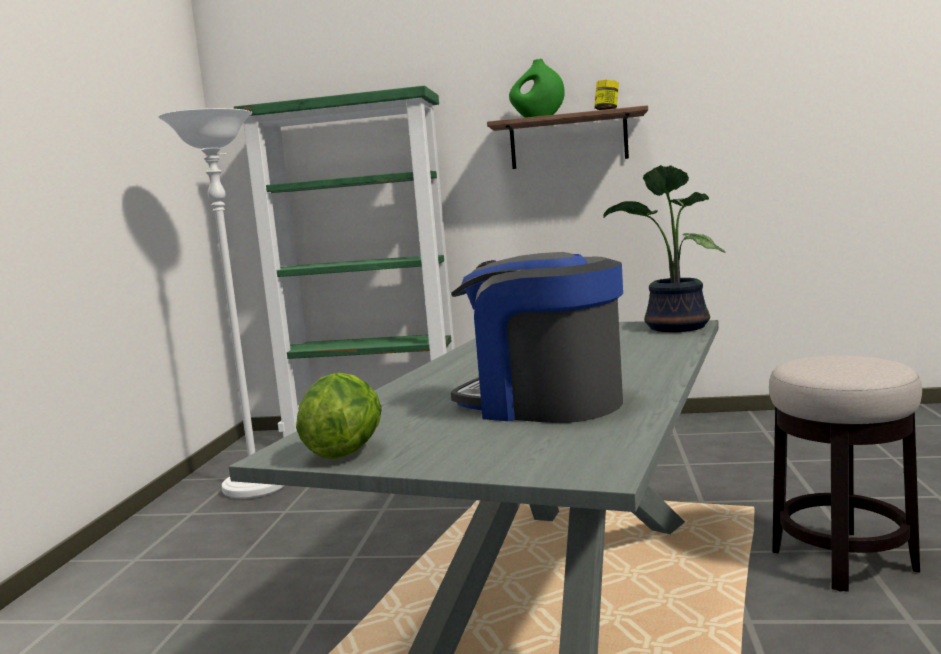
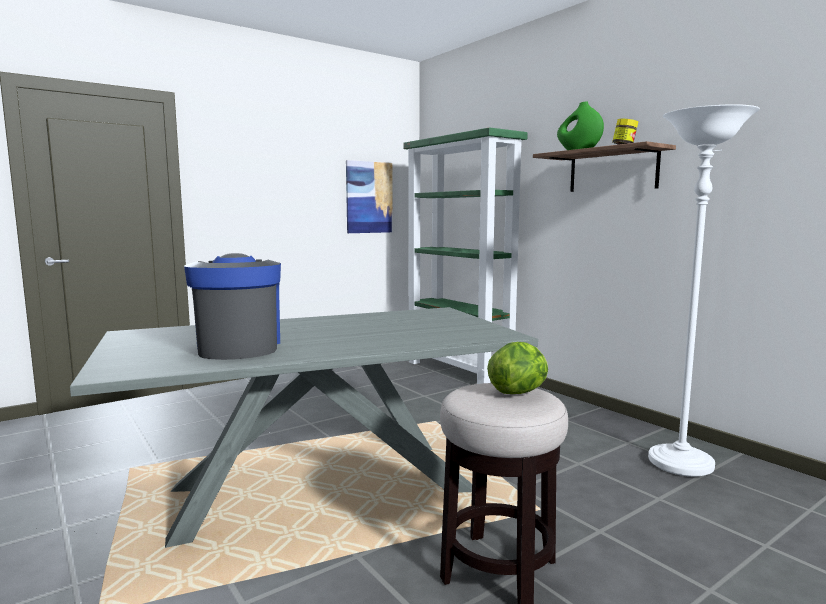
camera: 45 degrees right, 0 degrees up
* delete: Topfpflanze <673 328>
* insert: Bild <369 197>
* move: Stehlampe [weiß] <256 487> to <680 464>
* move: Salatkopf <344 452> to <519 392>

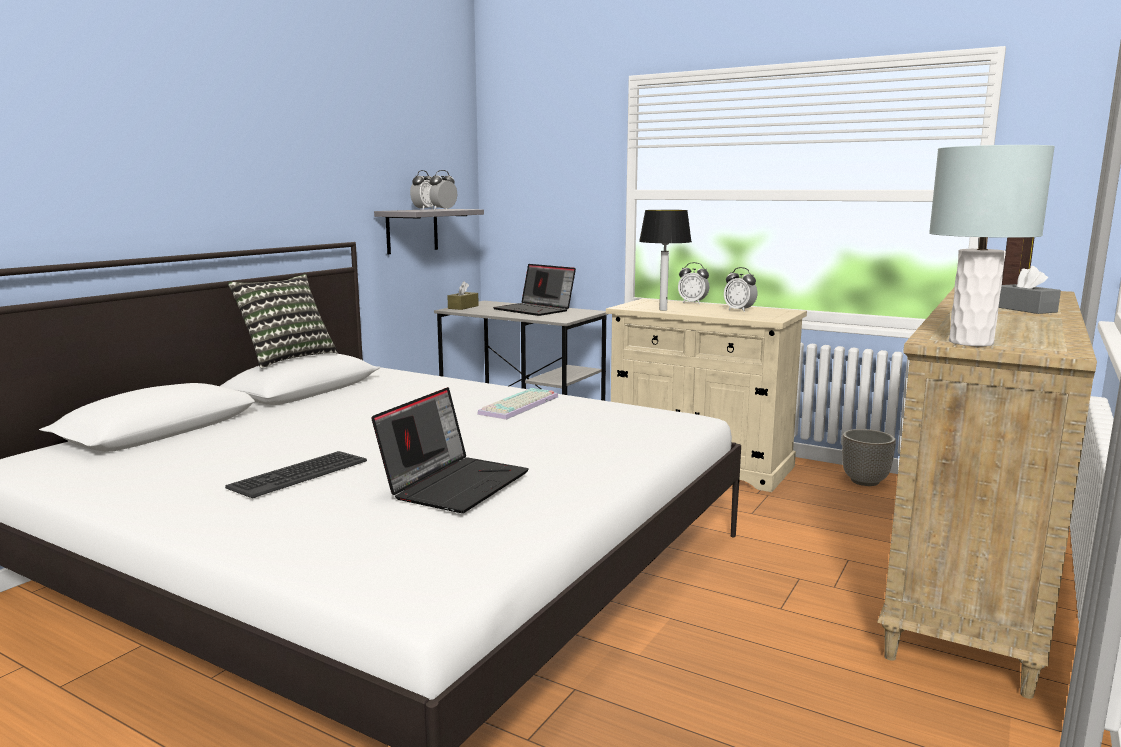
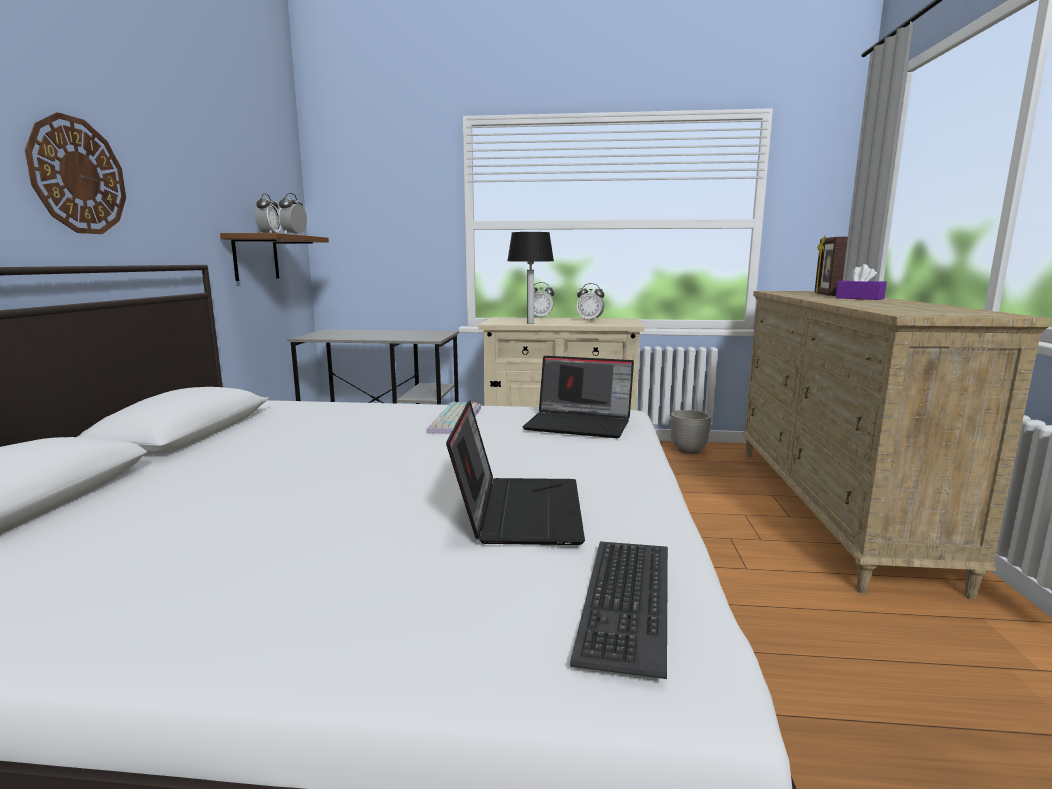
camera: 25 degrees left, 0 degrees up
* delete: Kissen <286 358>
* delete: Taschentuchbox [braun] <463 307>
* delete: Tischlampe [grau] <970 342>
* insert: Wanduhr <78 176>
* move: Tastatur <298 474> to <624 600>
* move: Laptop <535 310> to <580 424>
* recolor: Wandregal [grau] <412 230> to Wandregal [braun] <256 257>
* recolor: Taschentuchbox [grau] <1025 309> to Taschentuchbox [lila] <859 298>

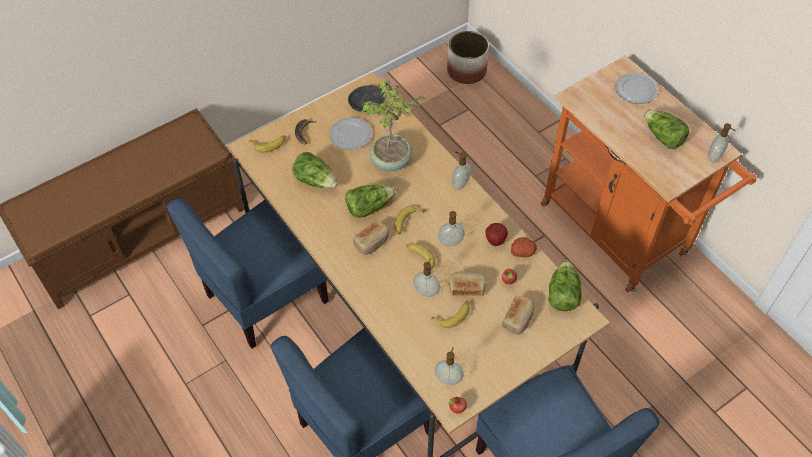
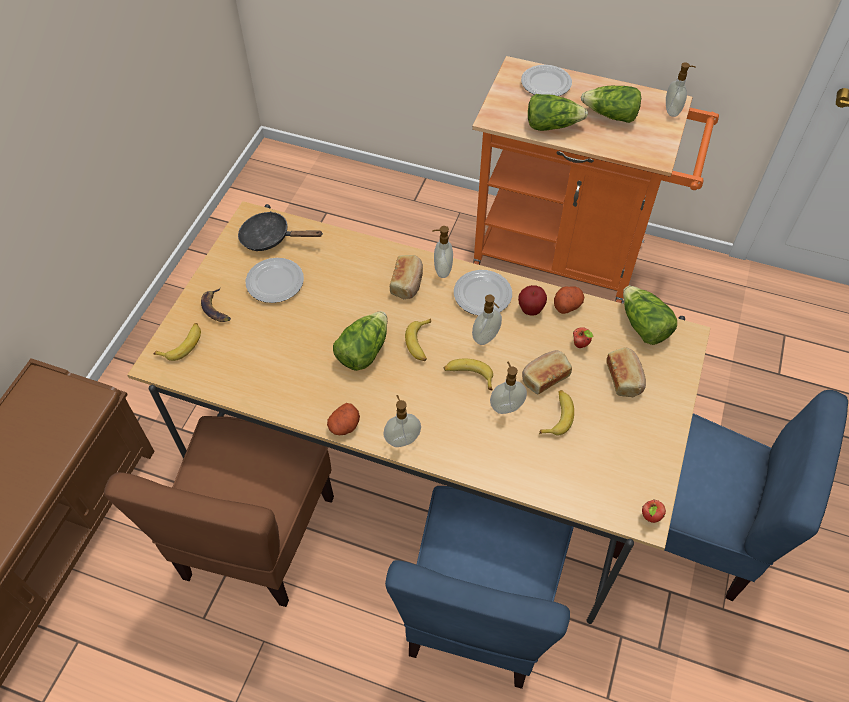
camera: 35 degrees left, 0 degrees up
* delete: Topfpflanze <392 161>
* delete: Pflanzkübel <467 71>
* insert: Kartoffel <344 426>
* insert: Teller <482 294>
* move: Salatkopf <315 180> to <551 125>
* move: Brot <372 242> to <407 283>
* move: Seifenspender <448 378> to <402 439>
* recolor: Stuhl [blau] <265 297> to Stuhl [braun] <257 537>

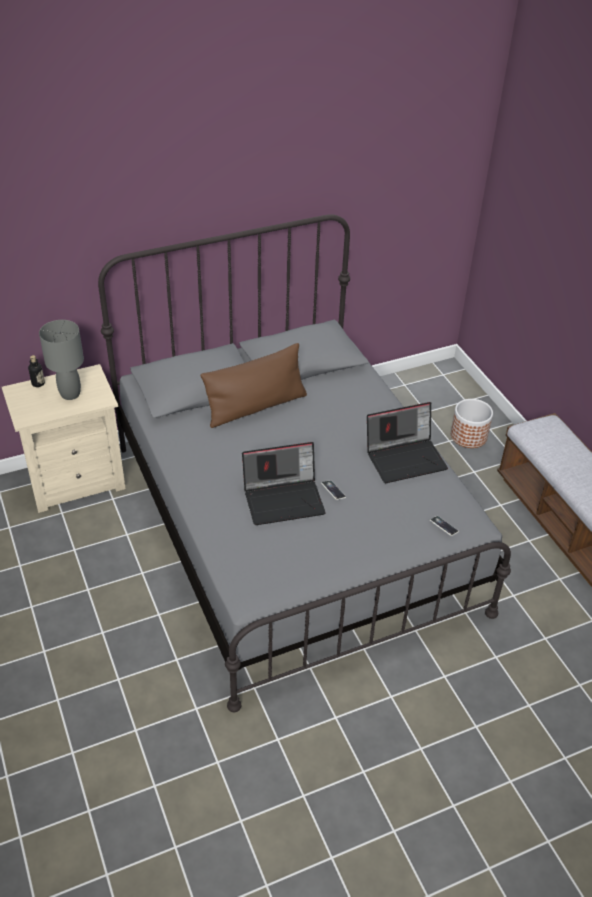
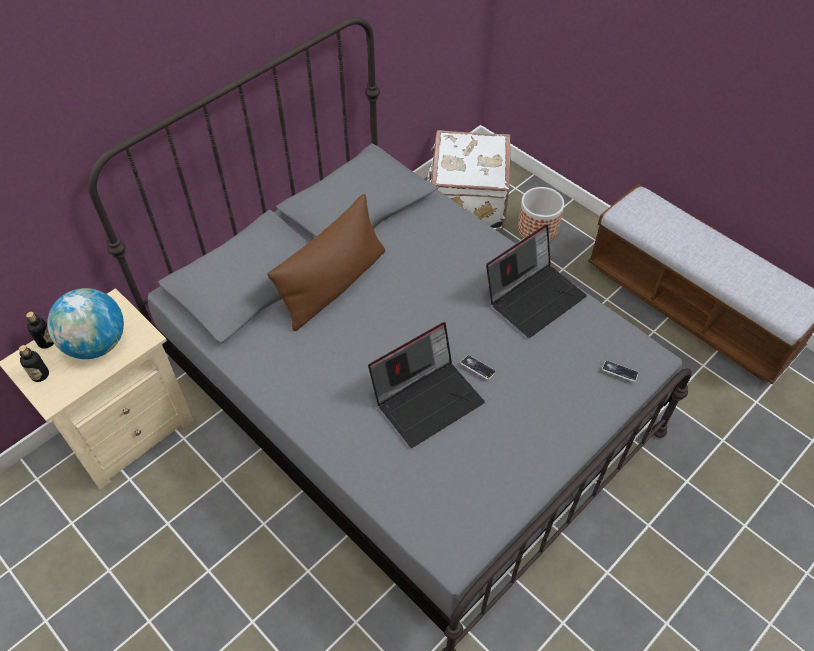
camera: 20 degrees left, 10 degrees up
* insert: Flasche <40 375>
* insert: Koffer [weiß] <466 202>
* replace: Tischlampe [grau] <70 394> to Globus <96 344>

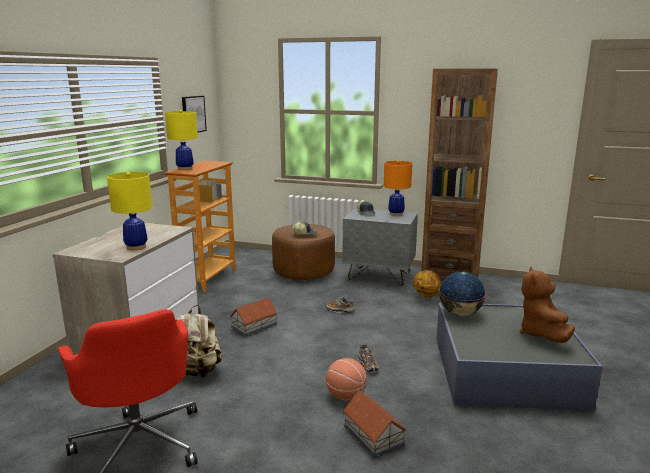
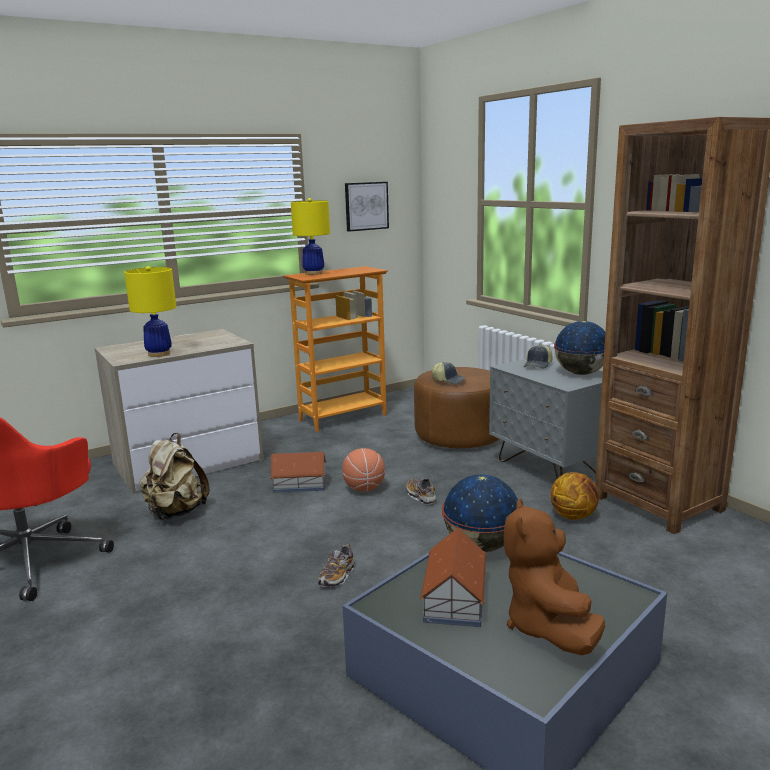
camera: 40 degrees right, 0 degrees up
* move: Basketball <346 396> to <364 489>
* move: Spielzeughaus <373 436> to <454 599>
* replace: Tischlampe [orange] <396 214> to Globus <580 373>
* rotate: Plüschtier [braun] <541 334> = <548 626> 45 degrees counterclockwise

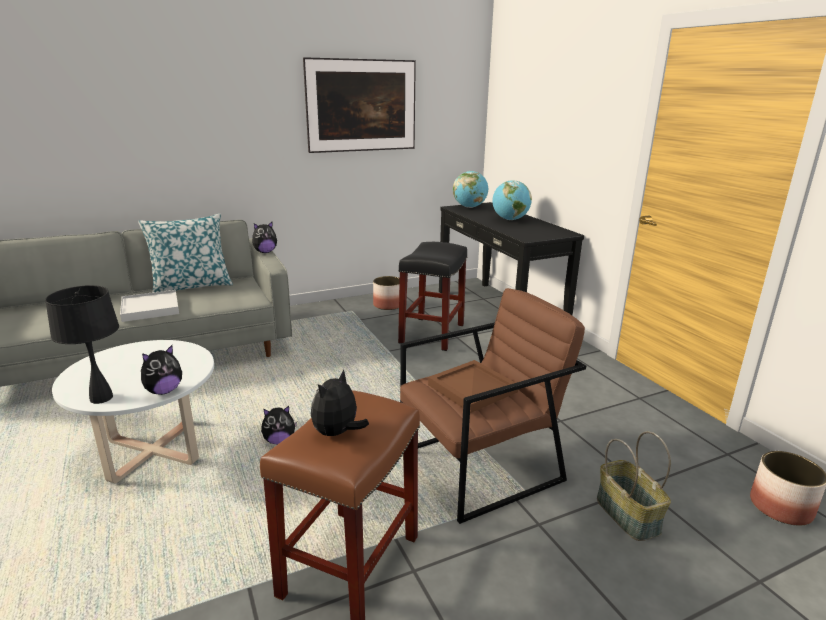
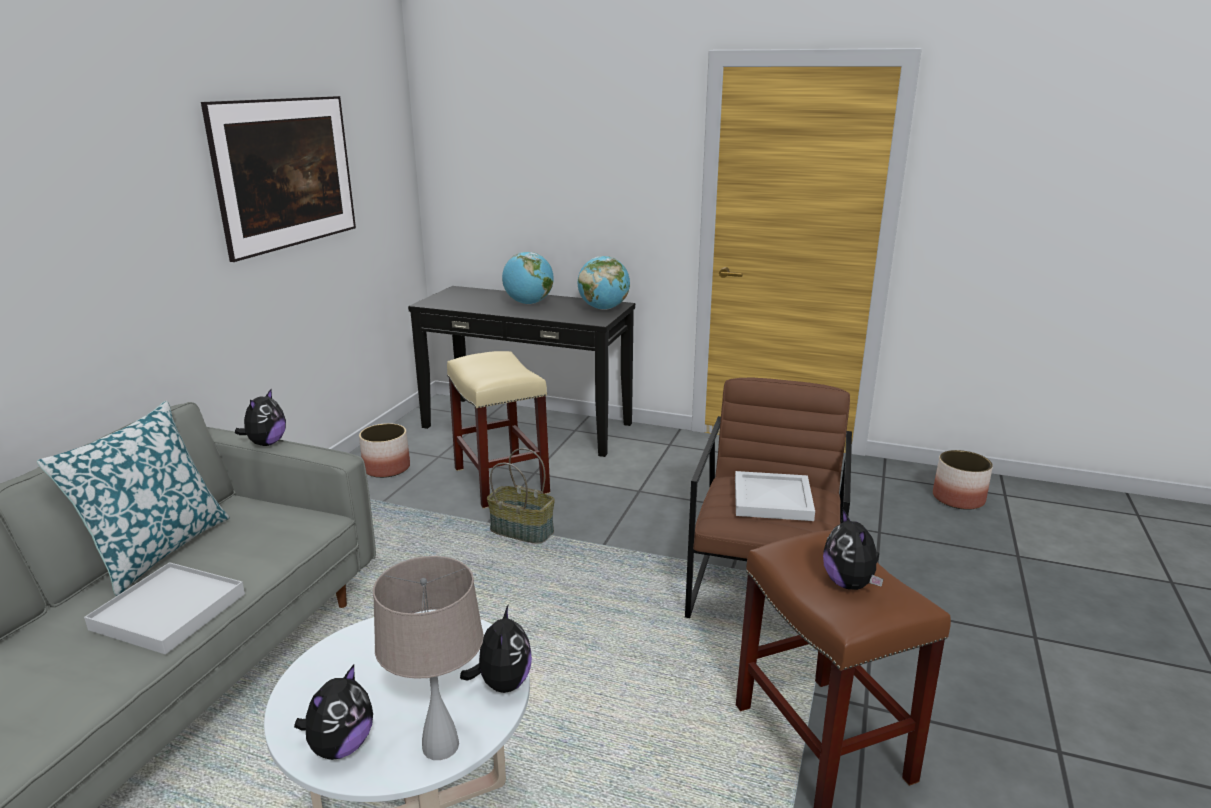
camera: 45 degrees left, 0 degrees up
* move: Plüschtier <279 440> to <340 746>
* move: Globus <469 207> to <603 308>
* move: Korb <628 515> to <523 530>
* recolor: Tischlampe [schwarz] <101 398> to Tischlampe [beige] <440 746>
* recolor: Hocker [schwarz] <432 334> to Hocker [beige] <502 481>
* recolor: Tablett [braun] <472 389> to Tablett [weiß] <773 500>

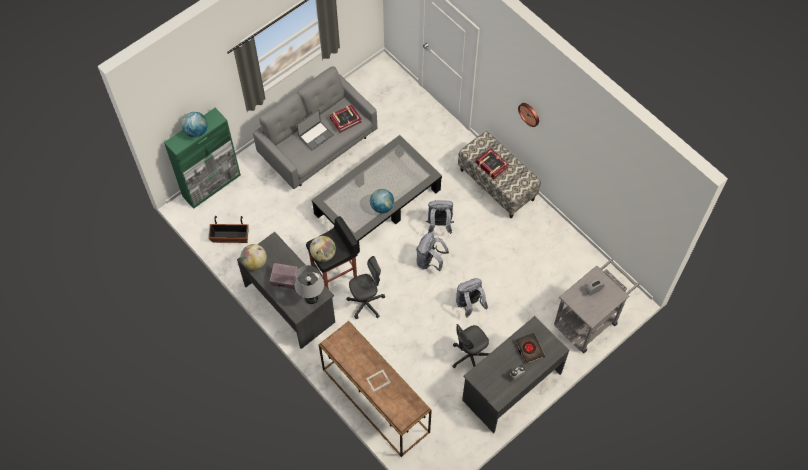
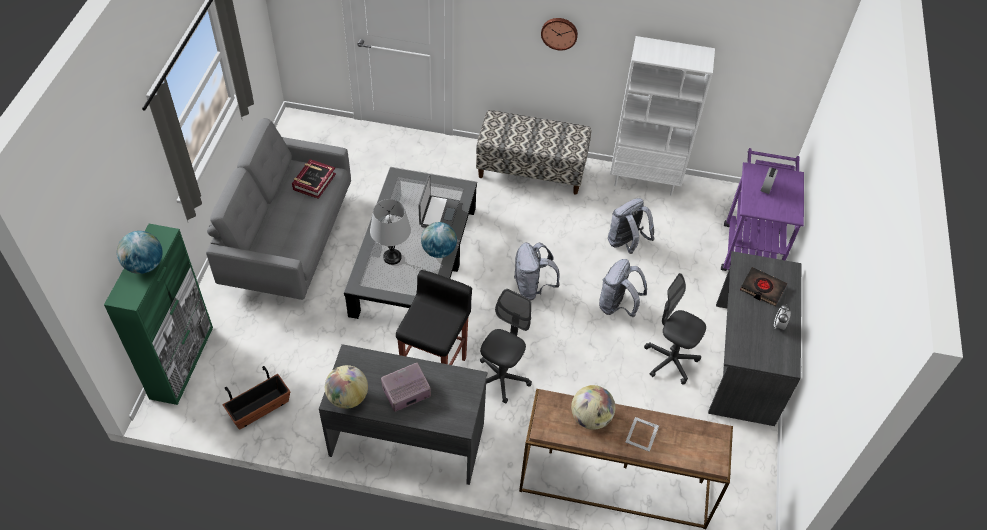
camera: 40 degrees left, 10 degrees down
* delete: Buch <491 165>
* insert: Bücherregal [weiß] <645 180>
* move: Tischlampe [grau] <311 298> to <392 257>
* move: Laptop <315 135> to <438 214>
* move: Globus <323 254> to <590 418>
* move: Rucksack [grau] <439 225> to <626 243>
* recolor: Rollwagen [grau] <589 320> to Rollwagen [lila] <750 245>
* rotate: Bürostuhl [grau] <469 356> = <670 361> 105 degrees clockwise

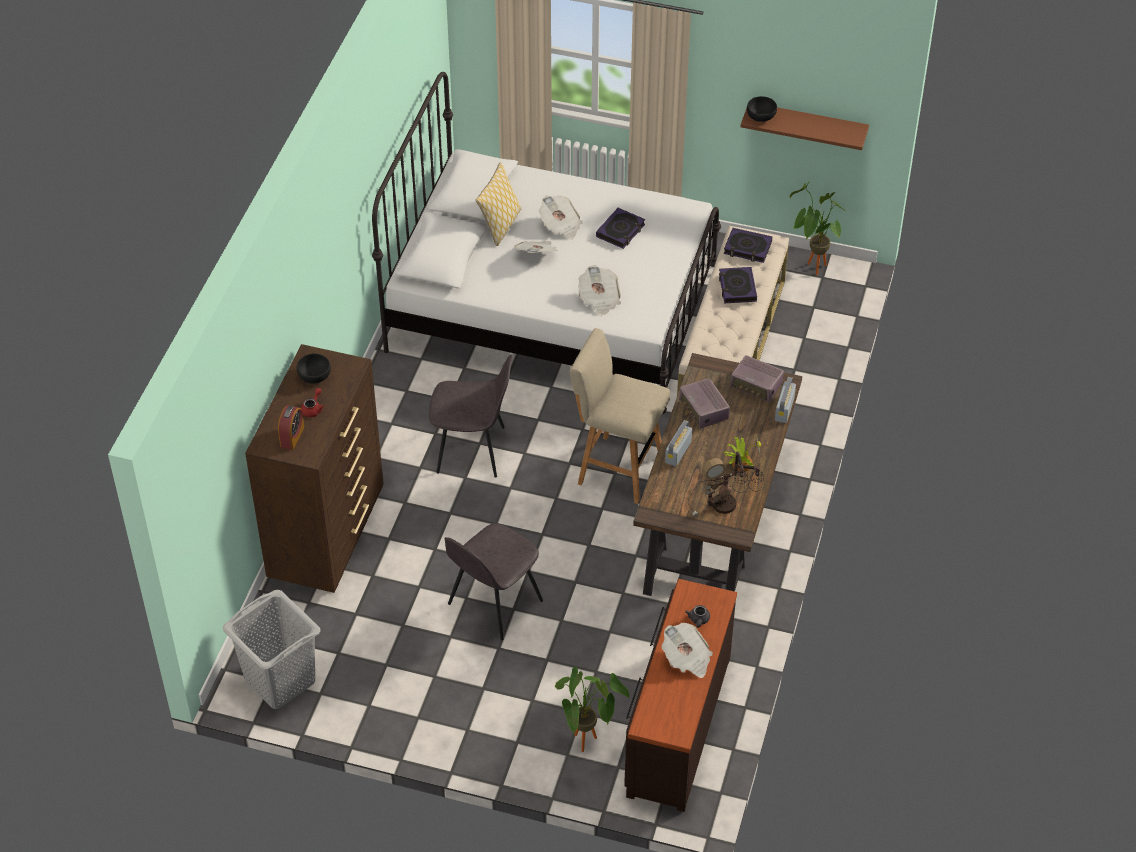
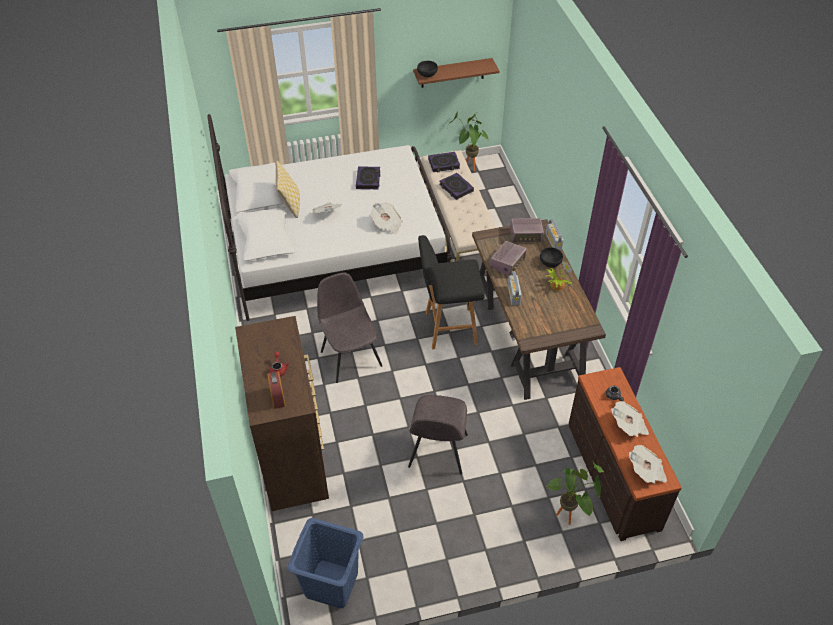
camera: 30 degrees left, 0 degrees up
* delete: Tischlampe <725 505>
* move: Schüssel [schwarz] <314 376> to <550 262>
* move: Zeitung <561 226> to <646 471>
* recolor: Wäschekorb [grau] <280 680> to Wäschekorb [blau] <331 583>
* recolor: Hocker [beige] <617 468> to Hocker [schwarz] <448 328>
* rotate: Stuhl [grau] <473 450> = <350 357> 90 degrees counterclockwise
* rotate: Radio <703 410> = <507 263> 90 degrees counterclockwise

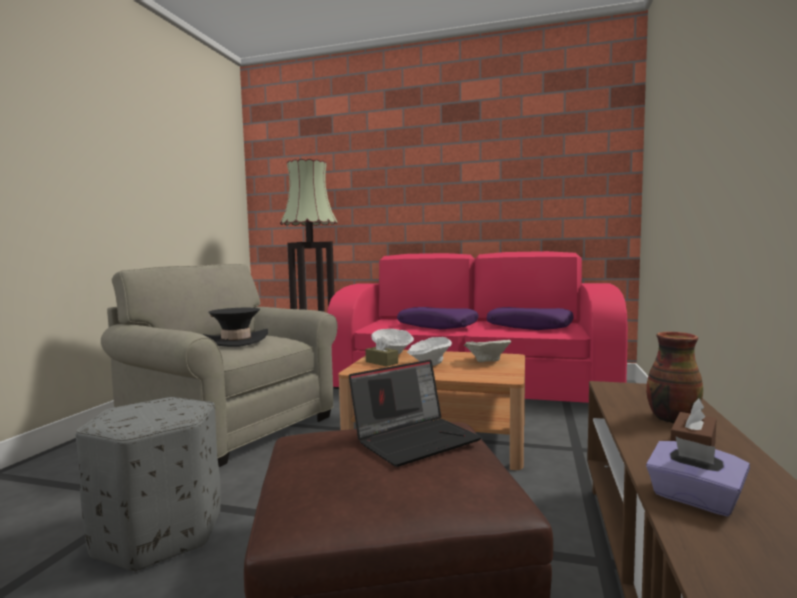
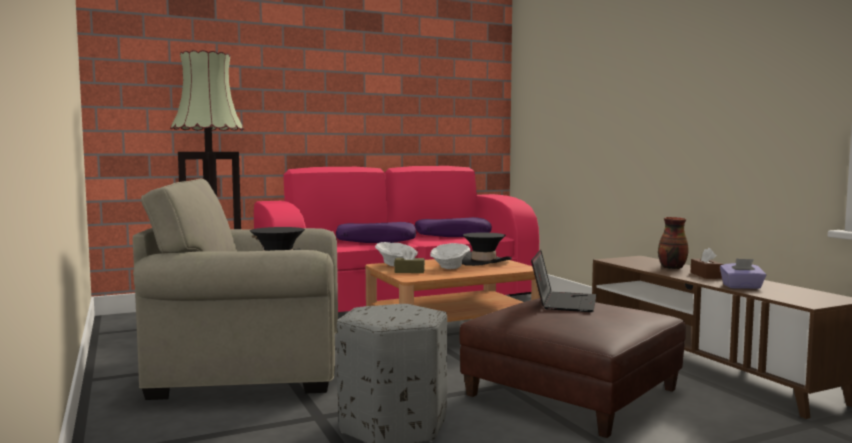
camera: 40 degrees left, 0 degrees up
* replace: Schüssel [beige] <487 362> to Hut [schwarz] <483 262>

